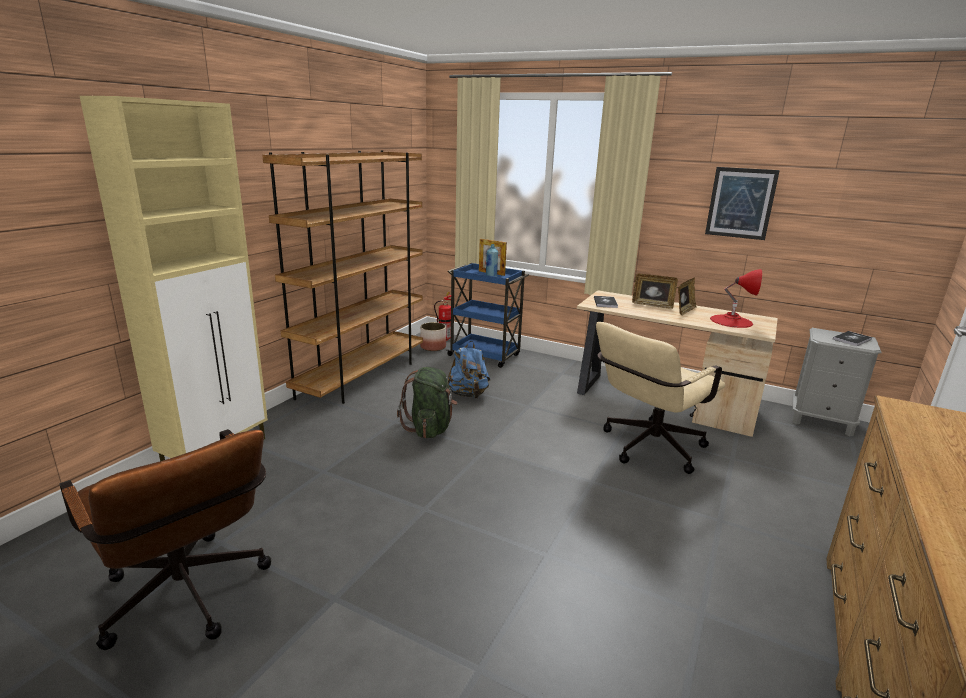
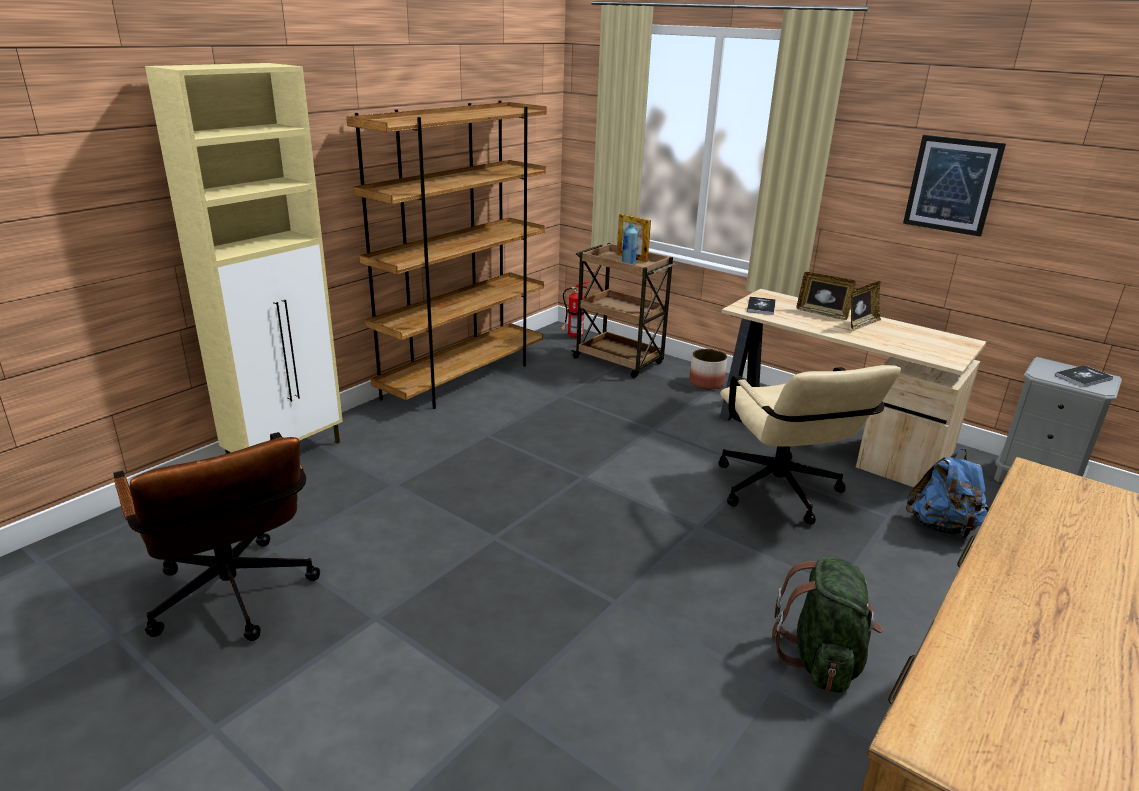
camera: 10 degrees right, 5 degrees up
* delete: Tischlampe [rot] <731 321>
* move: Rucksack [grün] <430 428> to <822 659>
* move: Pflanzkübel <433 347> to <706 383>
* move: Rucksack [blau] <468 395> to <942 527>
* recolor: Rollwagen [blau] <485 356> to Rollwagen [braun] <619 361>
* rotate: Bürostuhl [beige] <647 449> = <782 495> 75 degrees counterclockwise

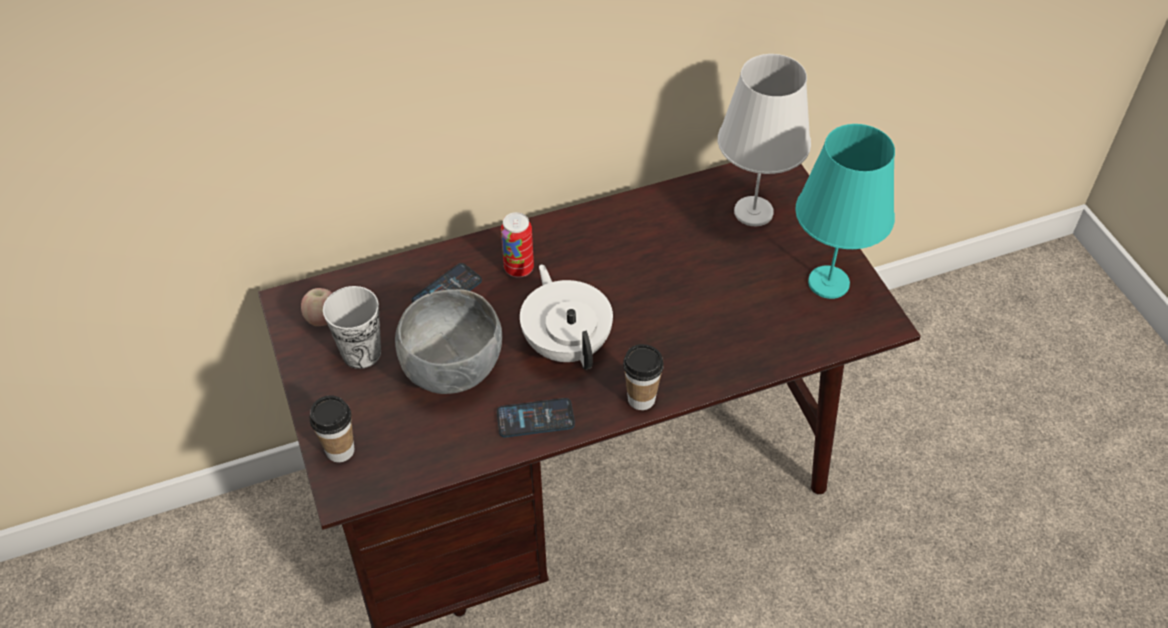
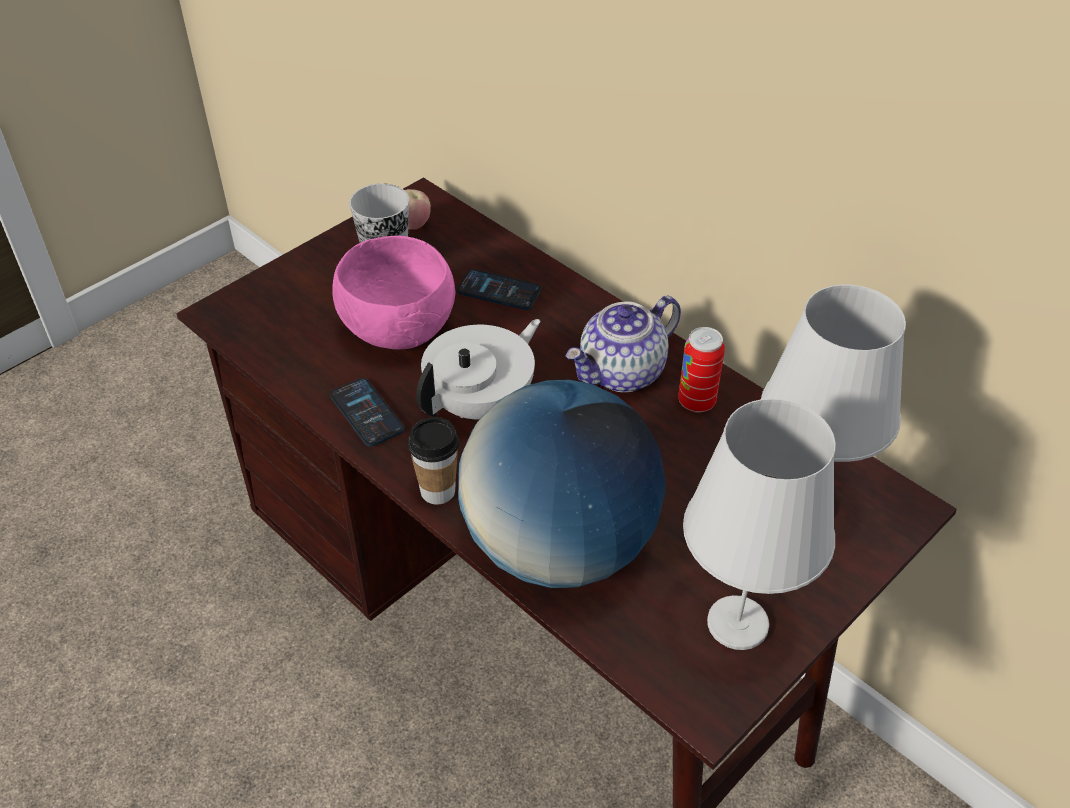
camera: 65 degrees right, 5 degrees down
* delete: Tasse <340 450>
* insert: Globus <559 546>
* insert: Teekanne <622 373>
* move: Dose <519 268> to <696 402>
* recolor: Schüssel [grau] <452 370> to Schüssel [rosa] <398 330>
* recolor: Tischlampe [türkis] <828 283> to Tischlampe [weiß] <737 624>

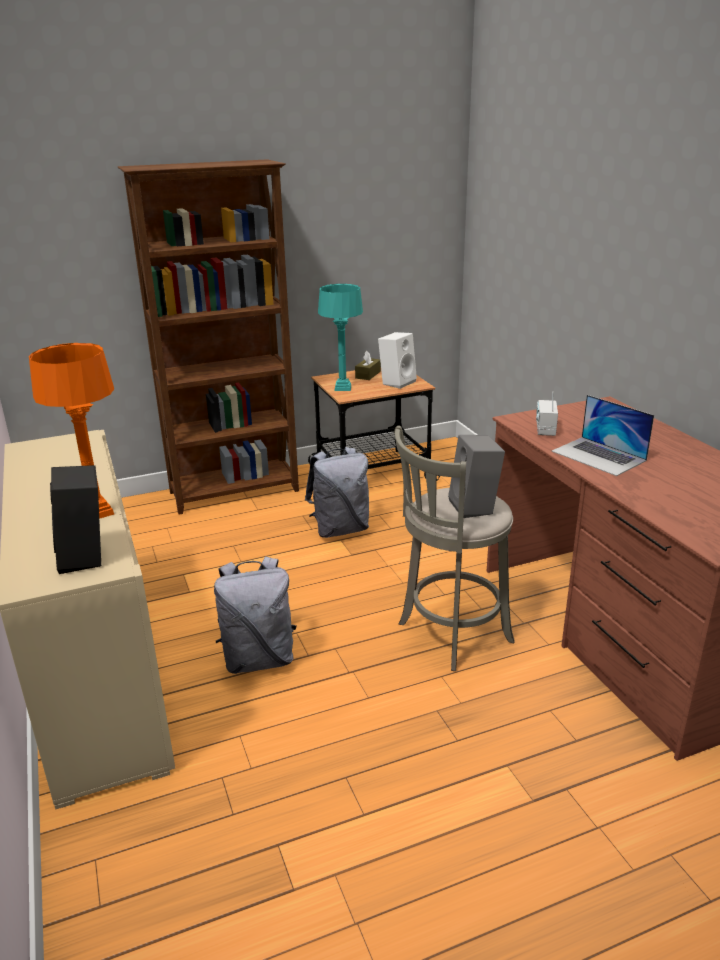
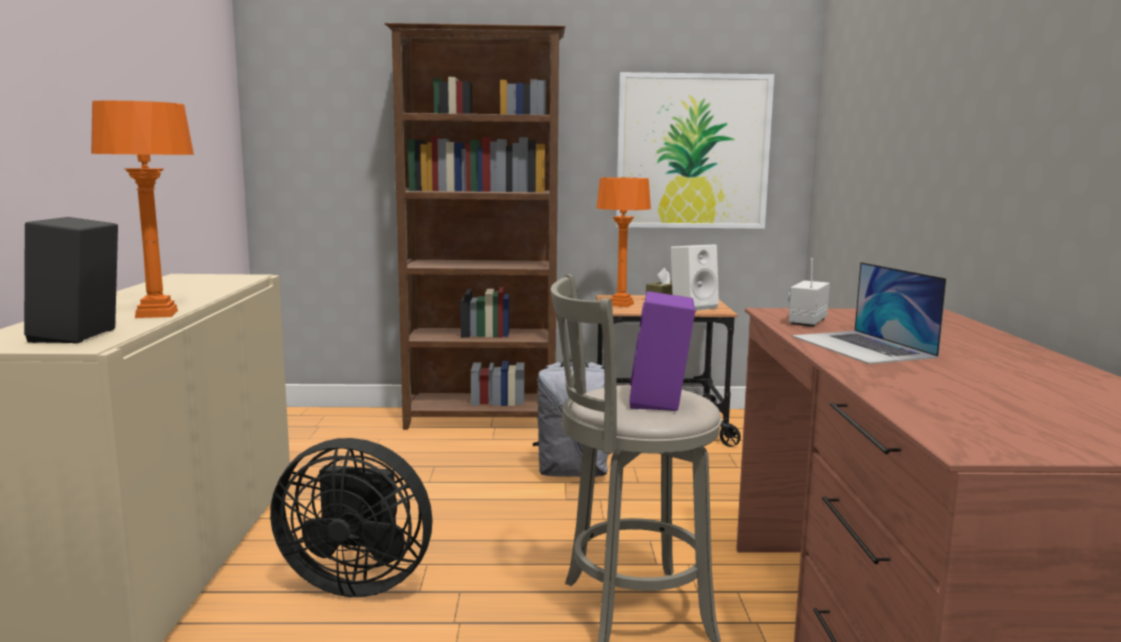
camera: 20 degrees right, 15 degrees down
* insert: Bild <692 152>
* replace: Rucksack [grau] <259 659> to Ventilator [schwarz] <357 581>
* recolor: Tischlampe [türkis] <342 388> to Tischlampe [orange] <620 304>
* recolor: Lautsprecher [grau] <475 507> to Lautsprecher [lila] <661 402>

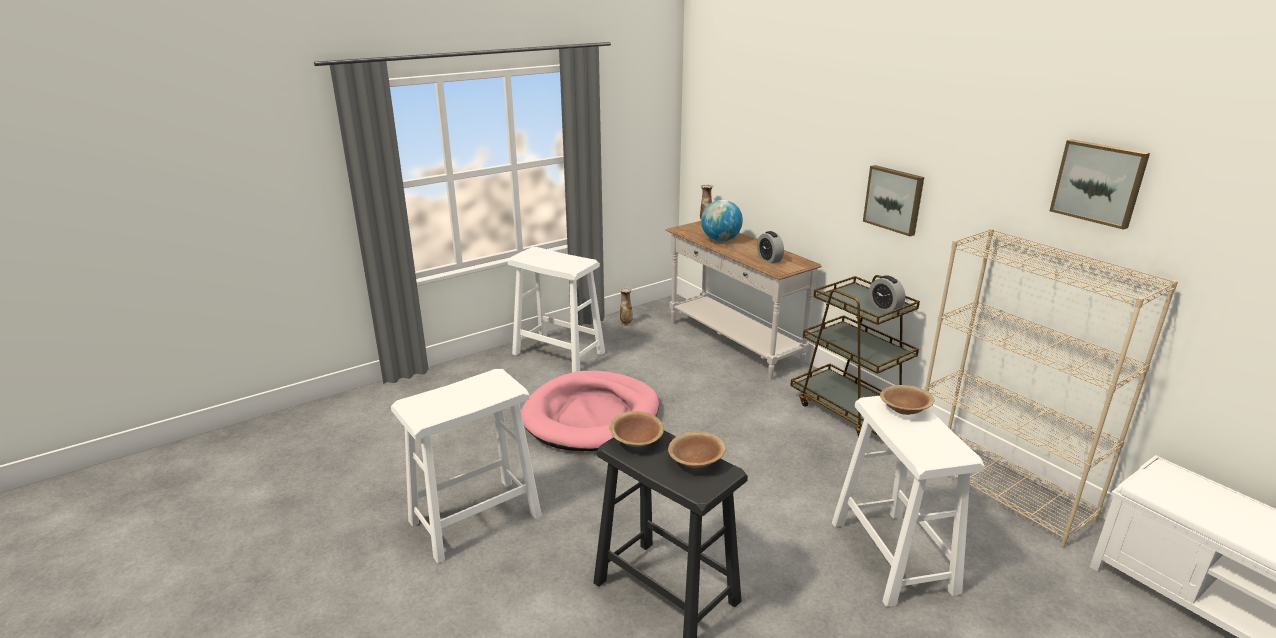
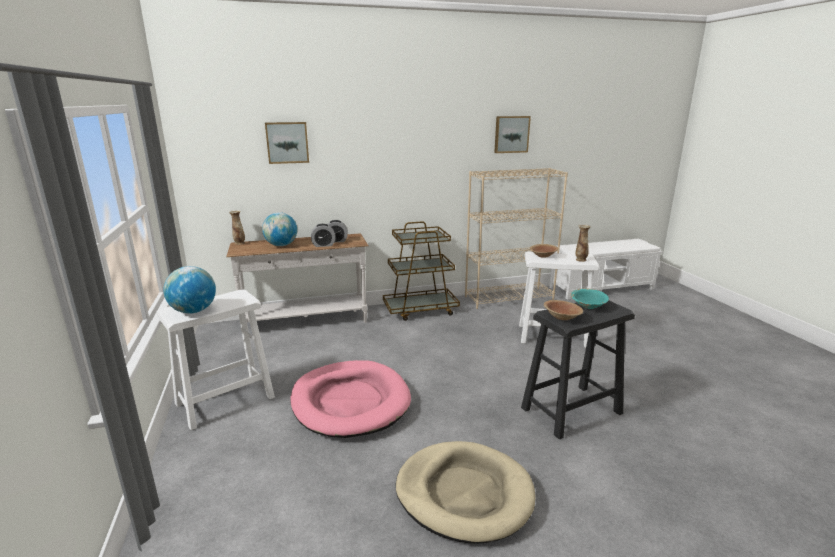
camera: 70 degrees left, 5 degrees down
* insert: Globus <193 311>
* move: Vase <626 323> to <580 260>
* move: Bild <894 199> to <287 142>
* move: Wecker <884 307> to <323 245>
* replace: Hocker [weiß] <476 518> to Hundebett [beige] <464 493>
* recolor: Schüssel [braun] <696 461> to Schüssel [türkis] <588 306>

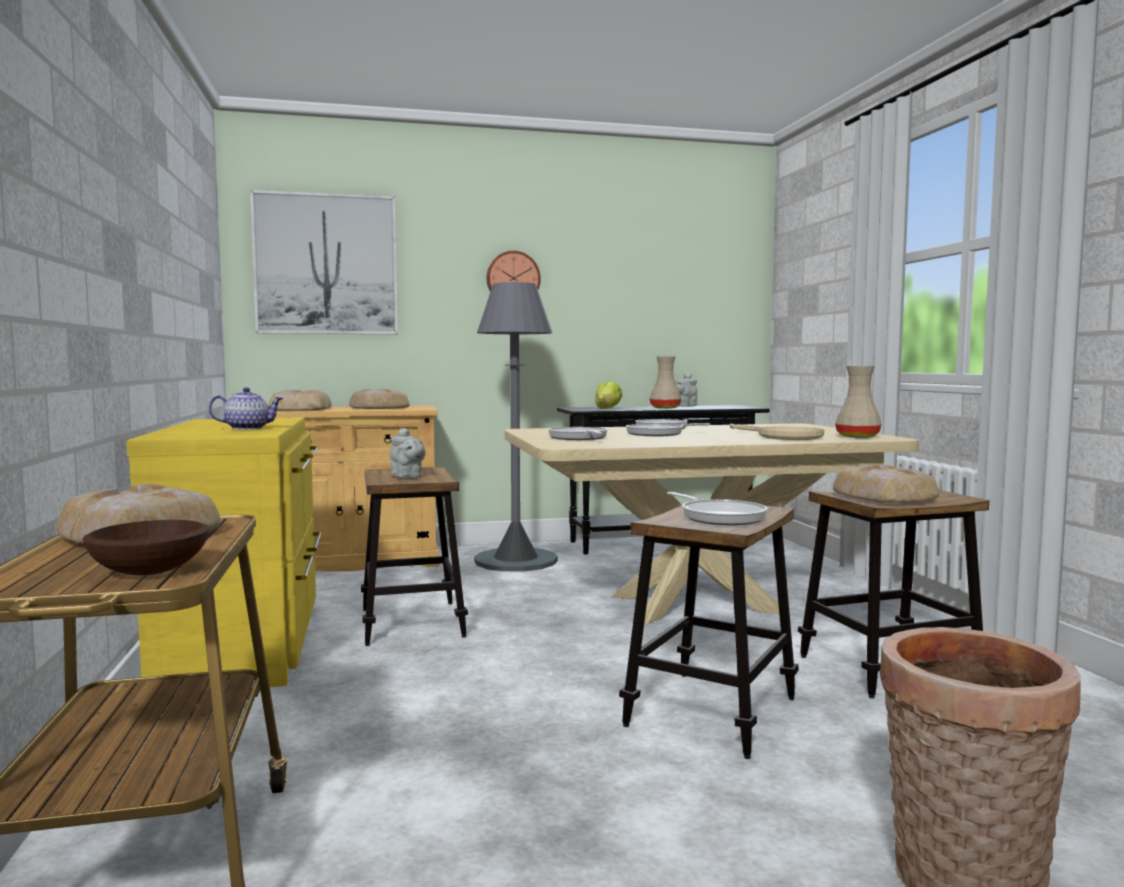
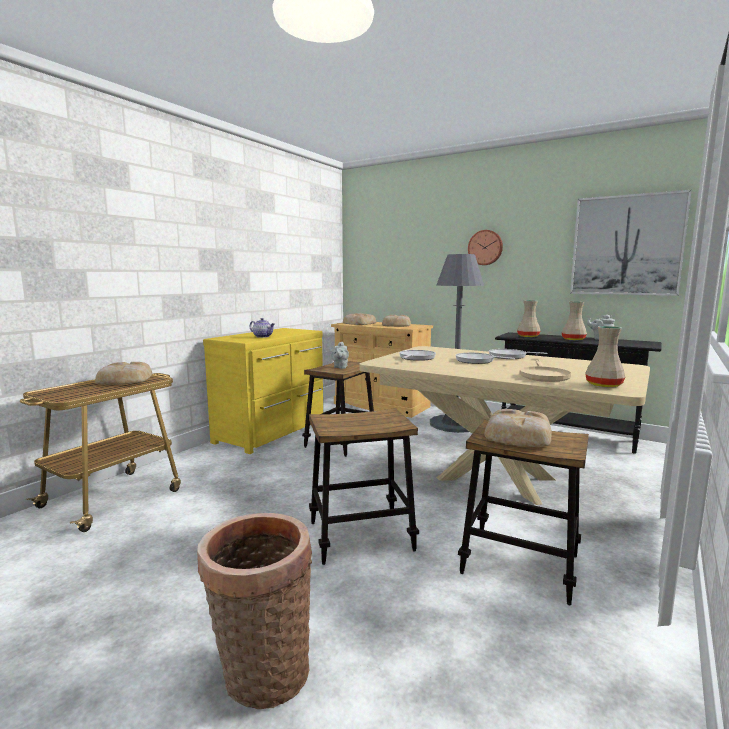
camera: 45 degrees right, 5 degrees up
* delete: Schüssel [braun] <152 571>
* delete: Pfanne <719 517>
* move: Bild <326 264> to <626 245>
* replace: Salatkopf <607 408> to Vase [beige] <528 336>

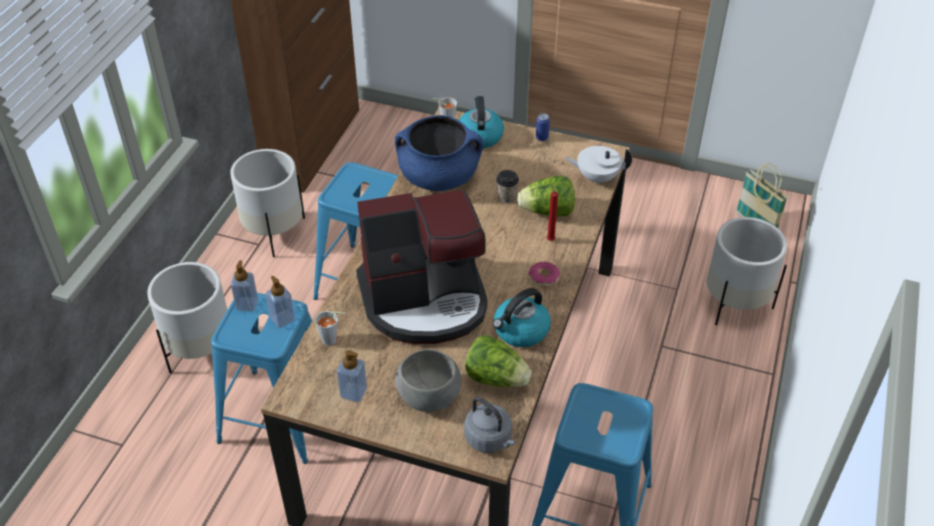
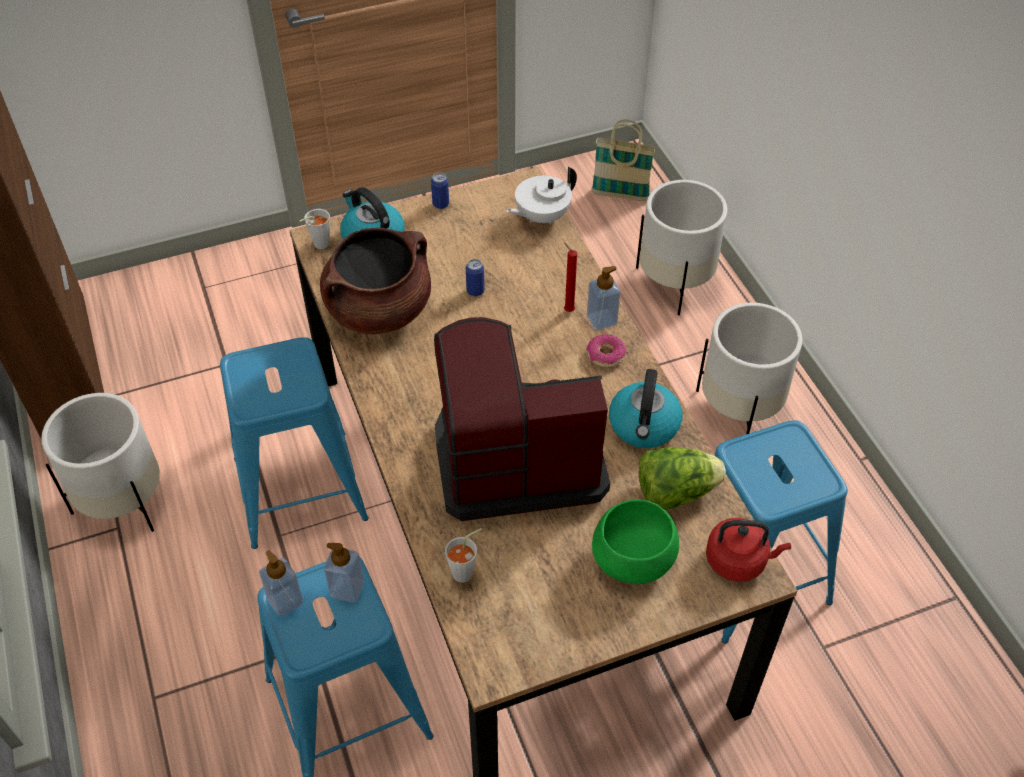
camera: 40 degrees left, 5 degrees up
* delete: Salatkopf <547 212>
* move: Pflanzkübel [weiß] <201 350> to <739 409>
* move: Seifenspender <353 392> to <601 320>
* replace: Tasse <506 197> to Dose <475 291>
* recolor: Kochtopf [blau] <439 177> to Kochtopf [braun] <379 310>
* recolor: Schüssel [grau] <429 395> to Schüssel [grün] <633 558>
* recolor: Wasserkessel [grau] <490 439> to Wasserkessel [rot] <739 561>
* rotate: Kaffeemaschine <425 300> = <516 458> 135 degrees counterclockwise

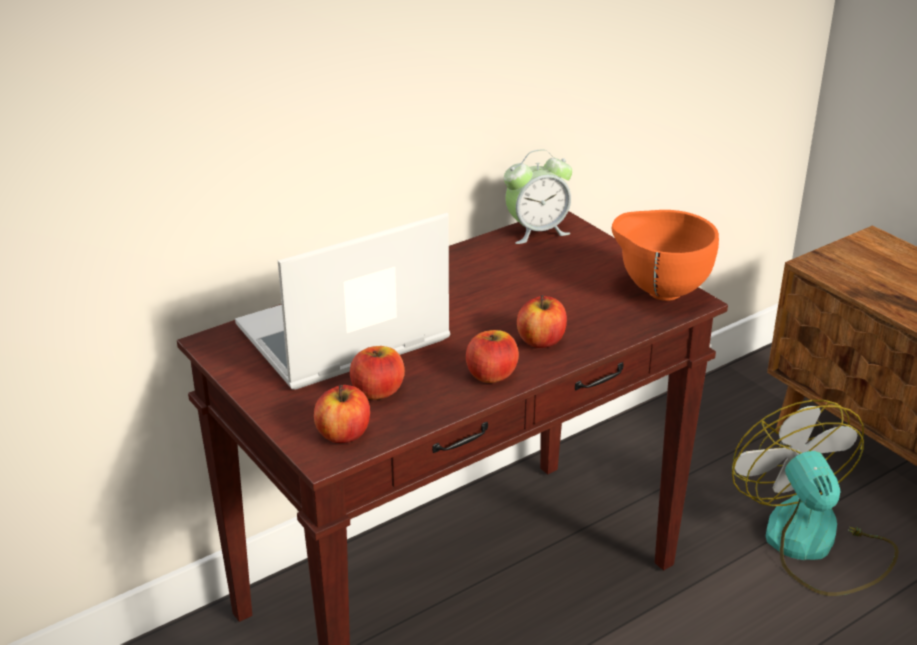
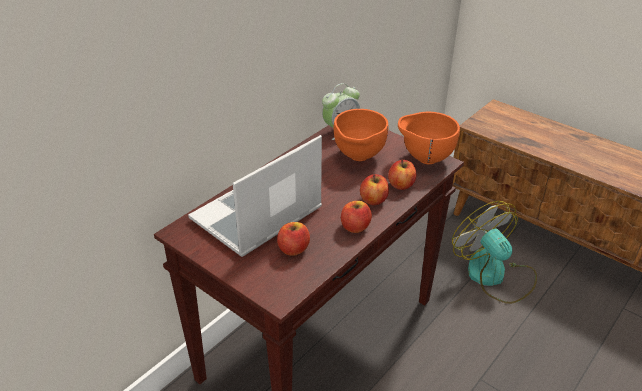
camera: 15 degrees left, 5 degrees up
* insert: Schüssel [orange] <358 158>
* move: Apfel <343 434> to <401 185>

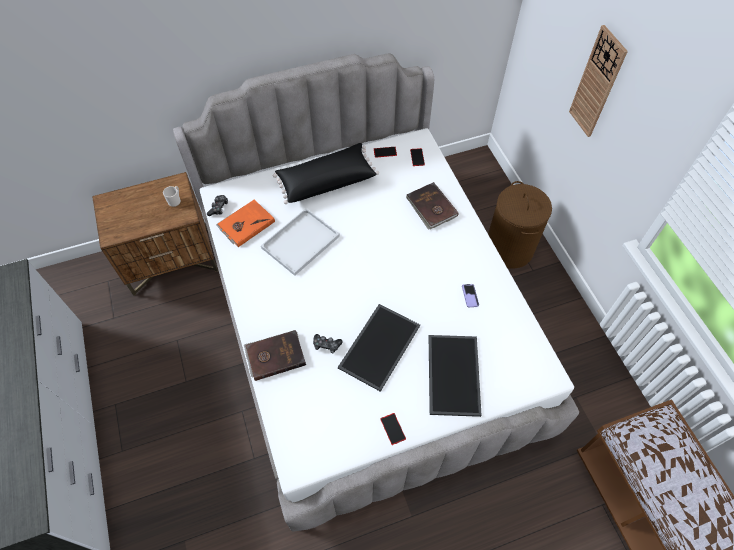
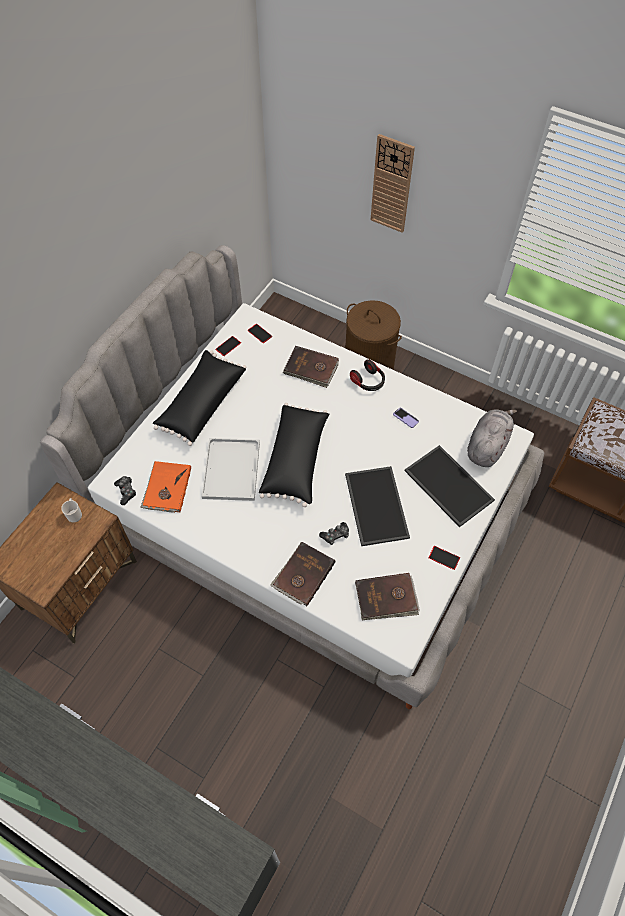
camera: 40 degrees left, 0 degrees up
* insert: Kissen [schwarz] <296 460>
* insert: Kopfhörer <368 382>
* insert: Buch [braun] <386 598>
* insert: Plüschtier [grau] <487 445>

